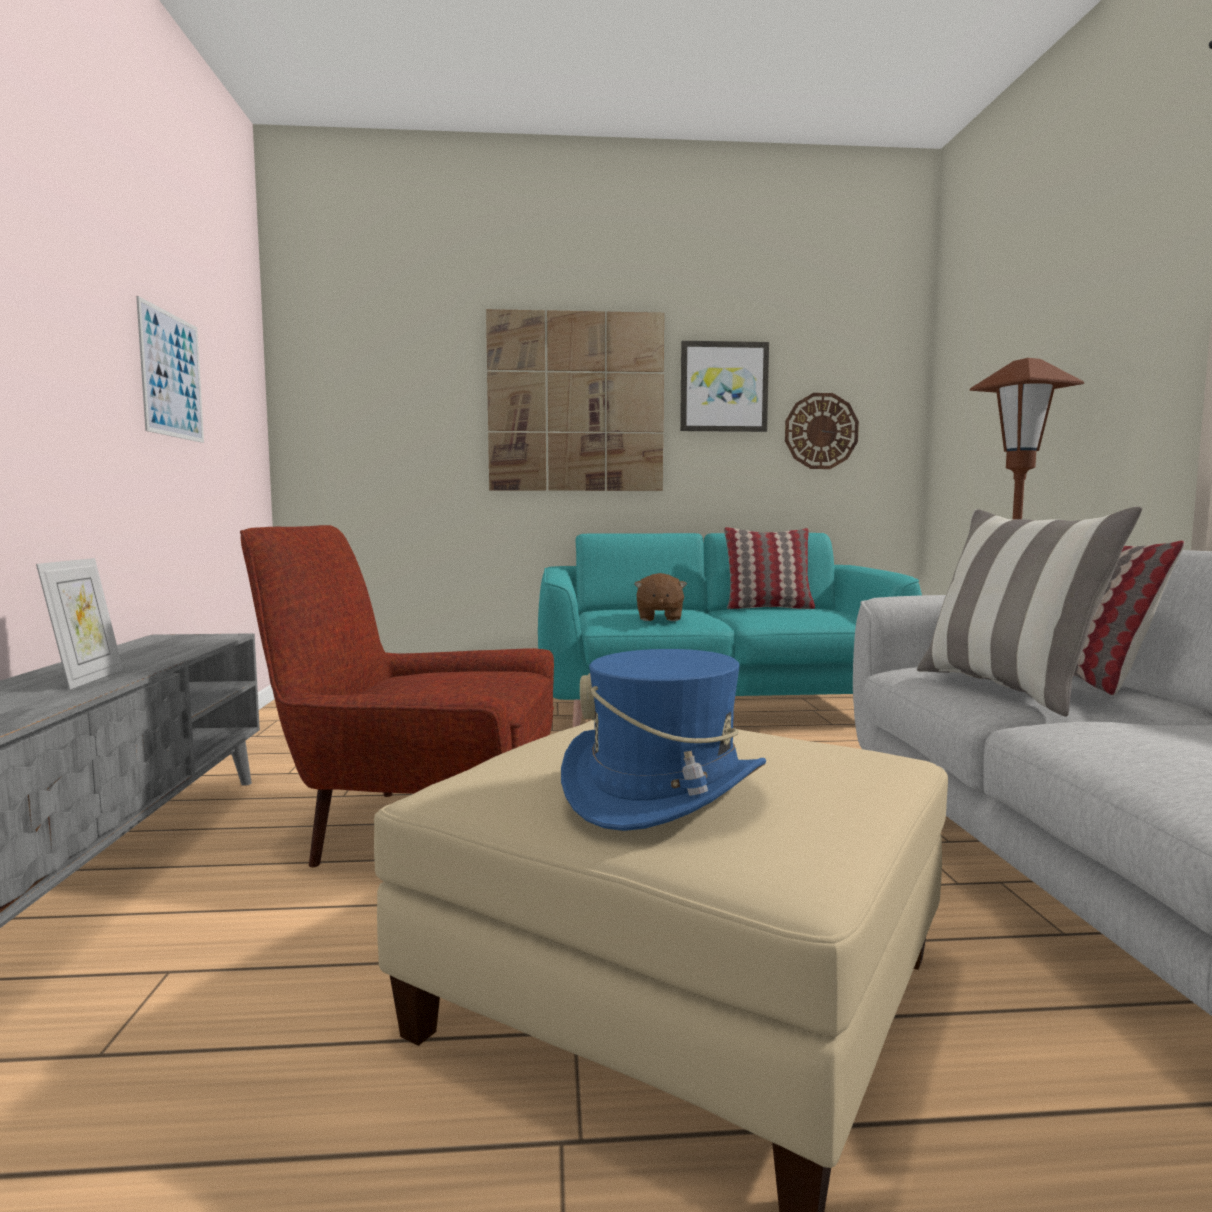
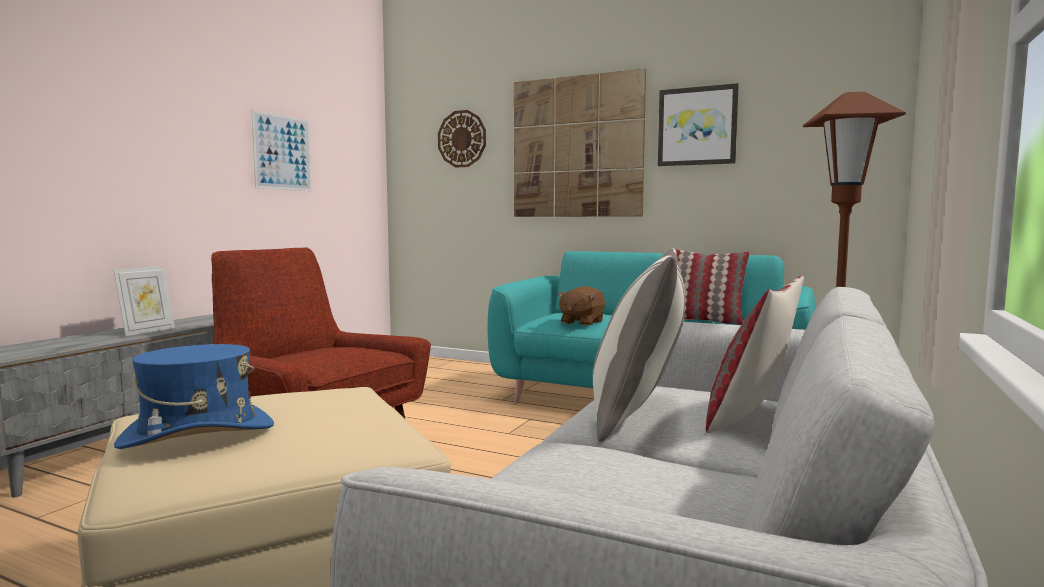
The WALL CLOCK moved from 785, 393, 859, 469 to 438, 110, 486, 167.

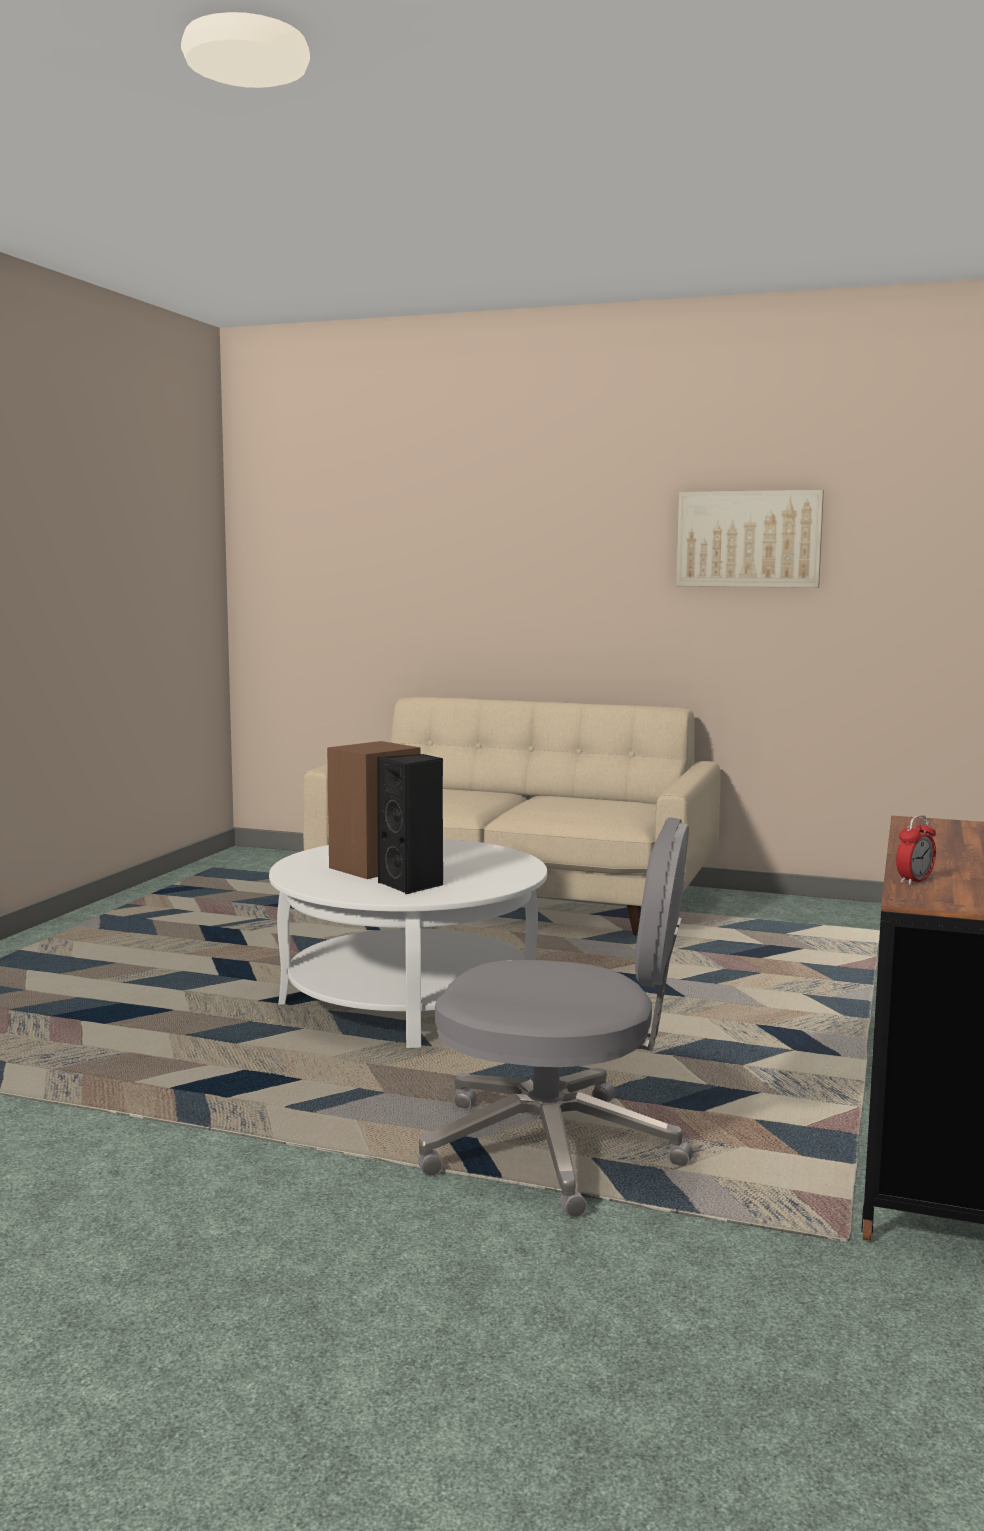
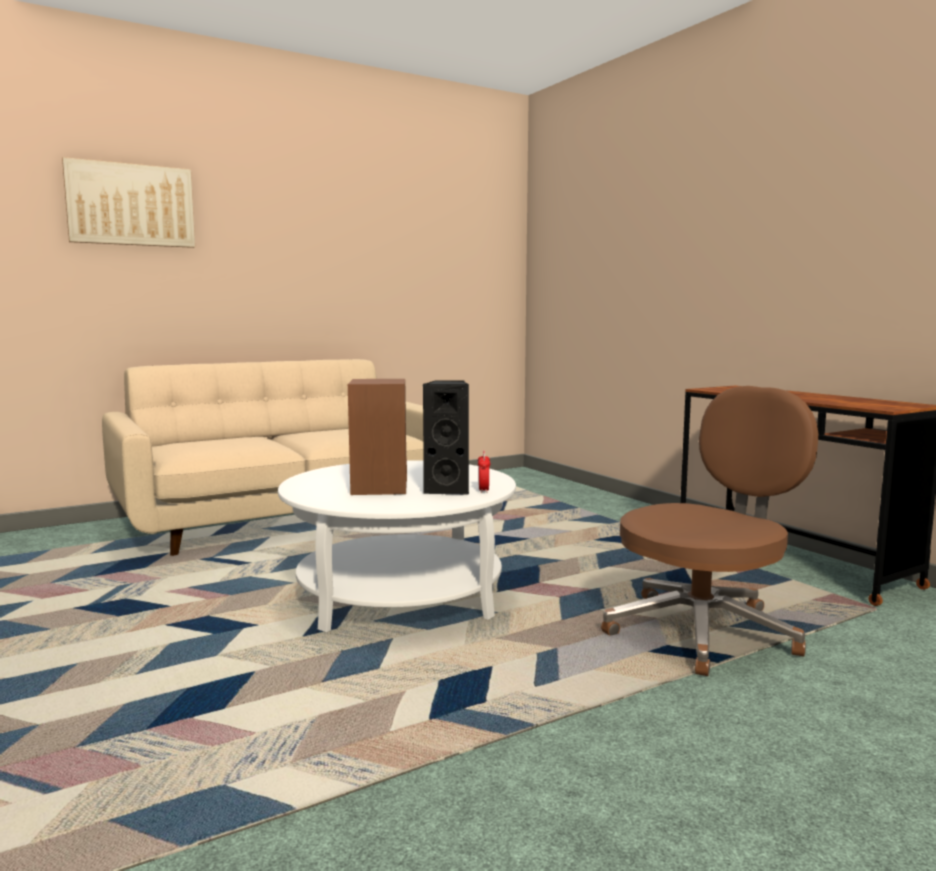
The GREY OFFICE CHAIR at 418, 817, 693, 1218 became the BROWN OFFICE CHAIR at 601, 386, 818, 676.
The PICTURE moved from 676, 490, 824, 588 to 62, 157, 195, 248.
The ALARM CLOCK moved from 896, 815, 936, 885 to 478, 450, 491, 493.

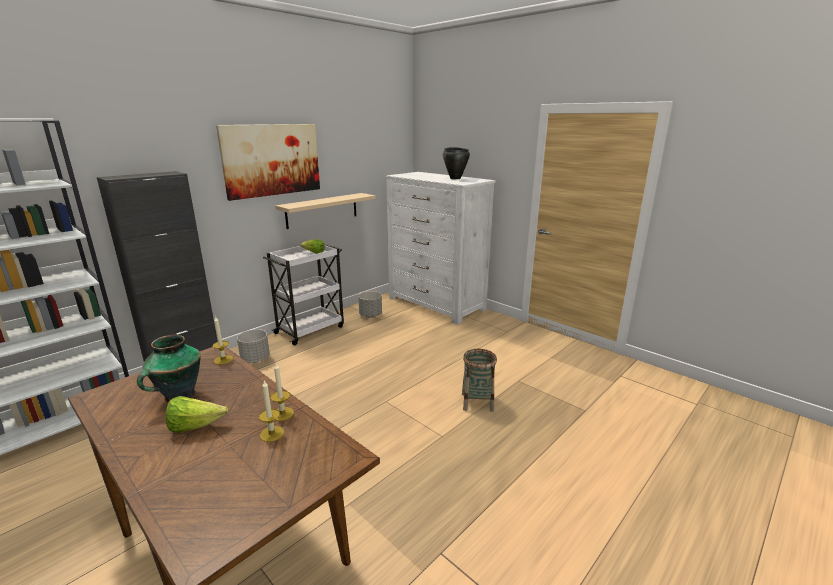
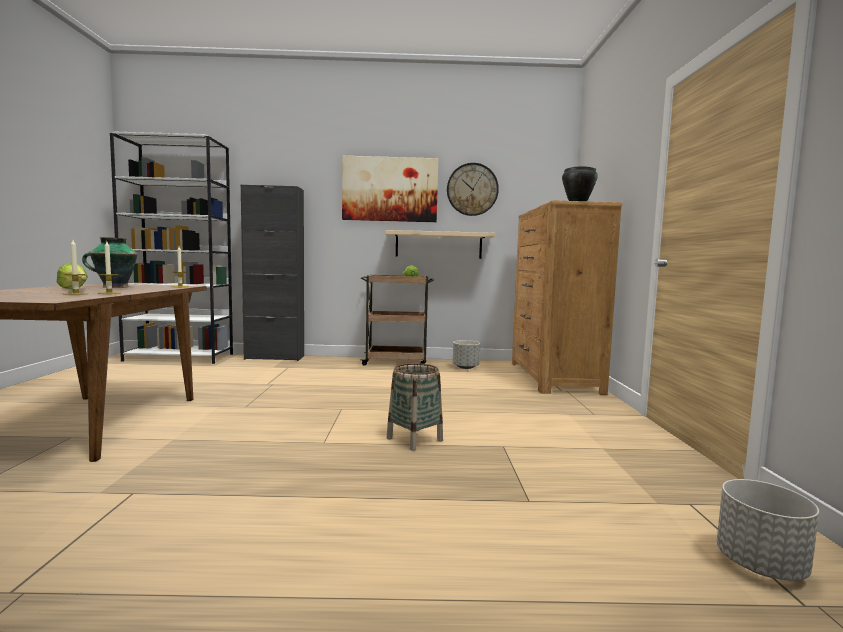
The GREY PLANTER moved from 237, 329, 270, 363 to 717, 479, 819, 581.
The WHITE CART at 263, 244, 344, 345 became the BROWN CART at 360, 275, 434, 366.
The WHITE DRESSER at 385, 172, 496, 325 became the BROWN DRESSER at 512, 200, 623, 395.
The WALL CLOCK at 447, 163, 499, 216 appeared.

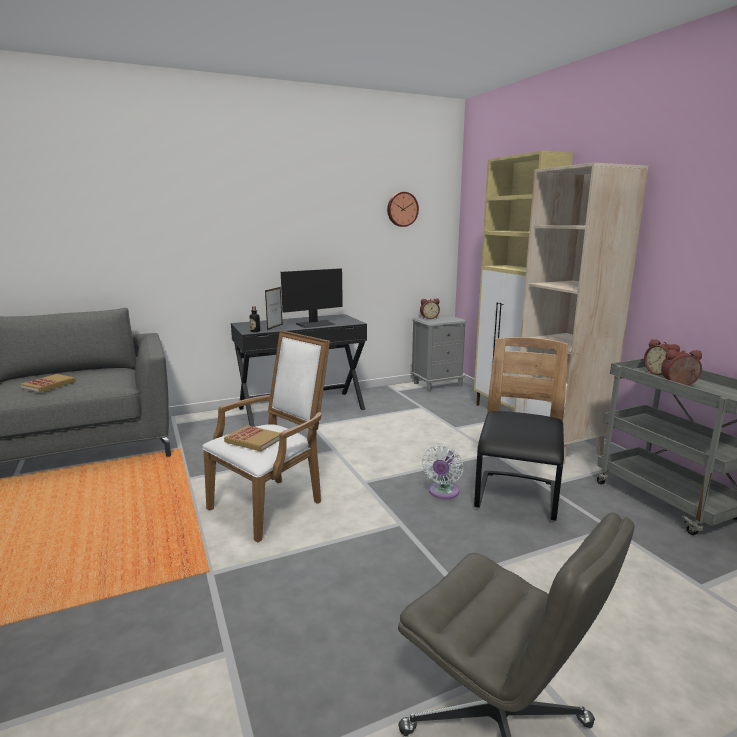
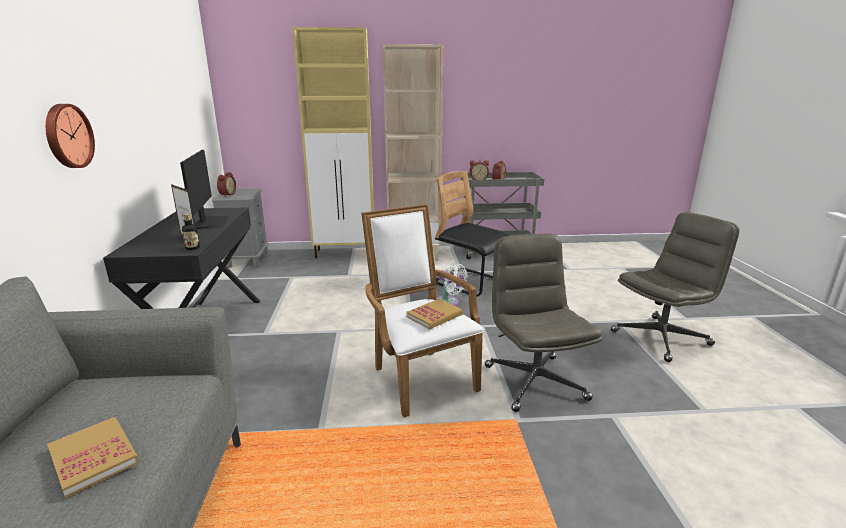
The WALL CLOCK moved from 387, 192, 419, 227 to 45, 104, 95, 168.
The GREY OFFICE CHAIR at 485, 233, 602, 412 appeared.

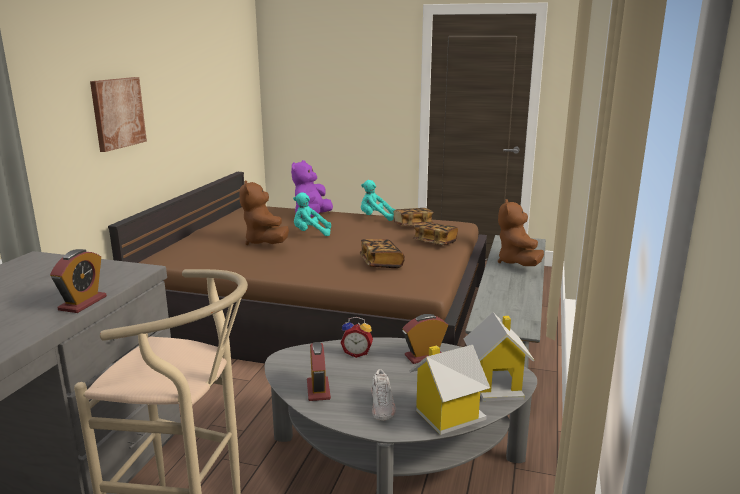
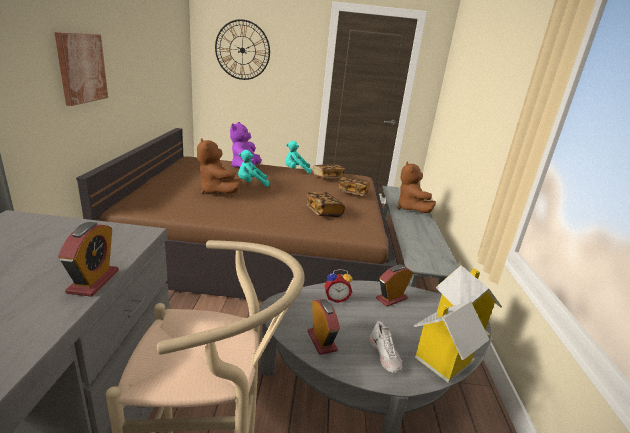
The WALL CLOCK at 215, 19, 270, 80 appeared.

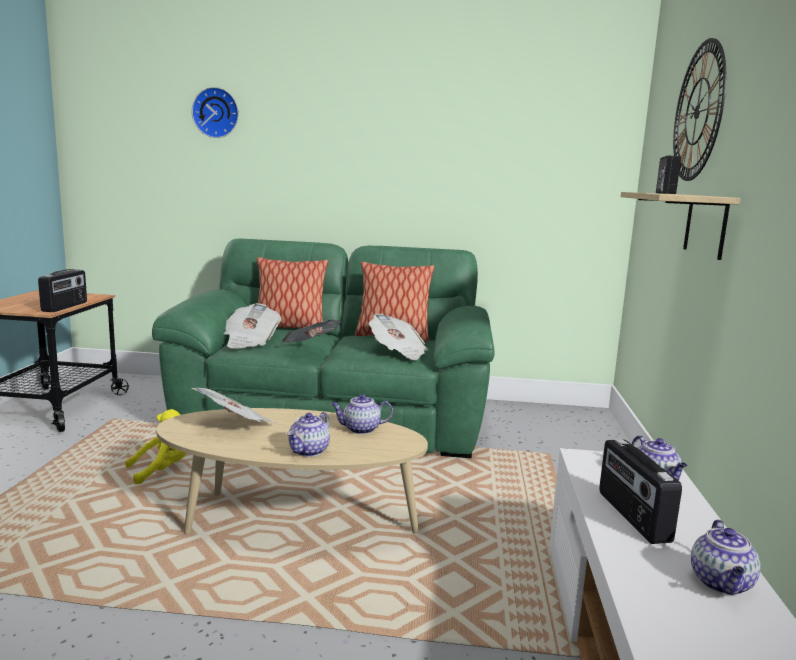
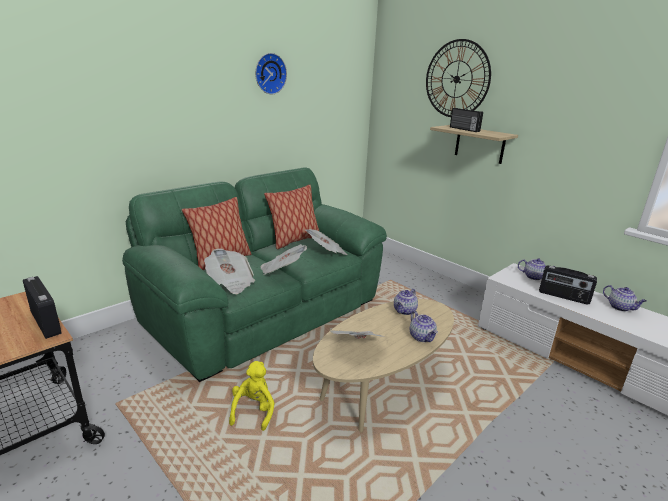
The WALL CLOCK moved from 192, 87, 239, 138 to 255, 53, 287, 94.

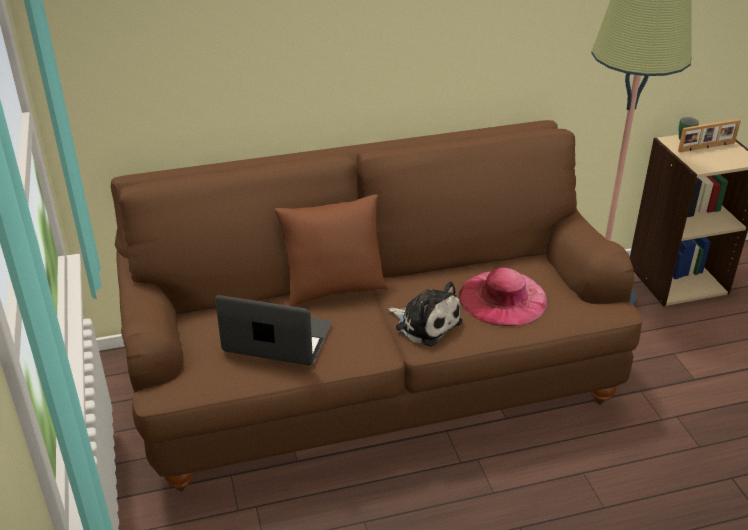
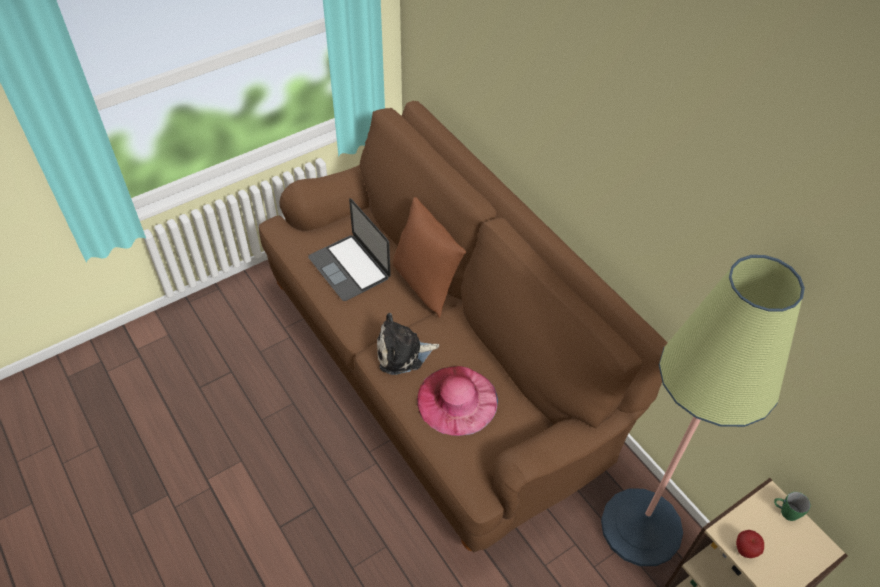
The LAPTOP at 215, 295, 331, 365 turned 150 degrees clockwise.
The PLUSH TOY at 388, 281, 462, 347 turned 60 degrees clockwise.
The PICTURE FRAME at 678, 119, 741, 152 disappeared.
The APPLE at 736, 530, 764, 558 appeared.

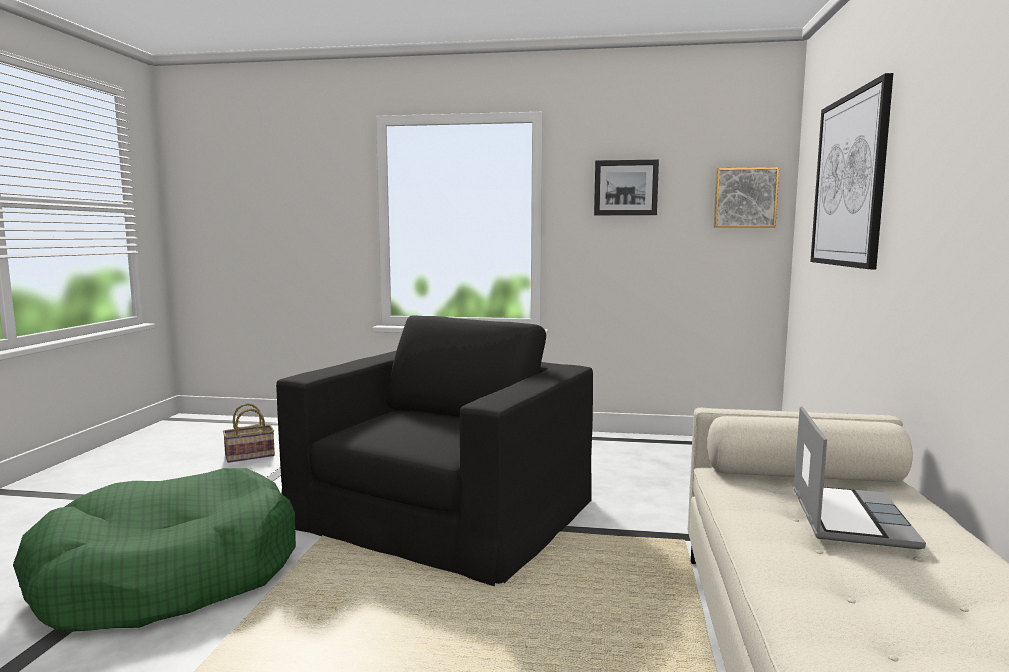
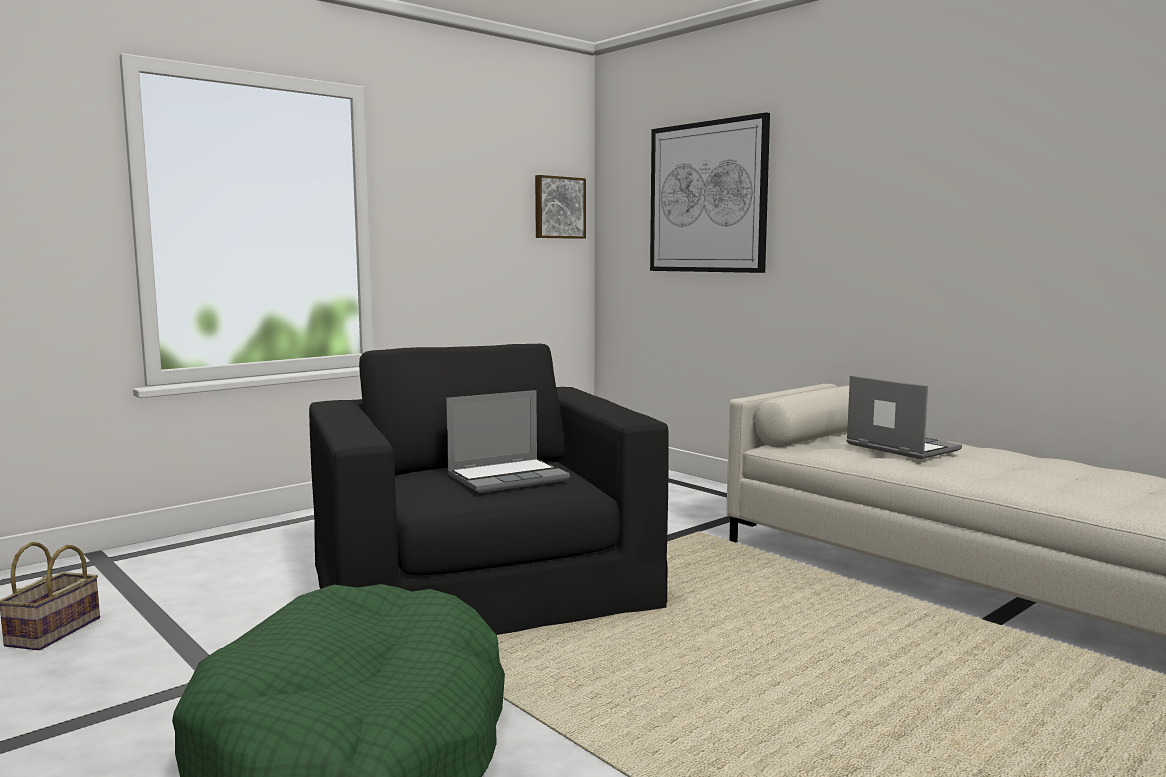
The PICTURE at 594, 160, 659, 215 disappeared.
The LAPTOP at 446, 390, 570, 493 appeared.

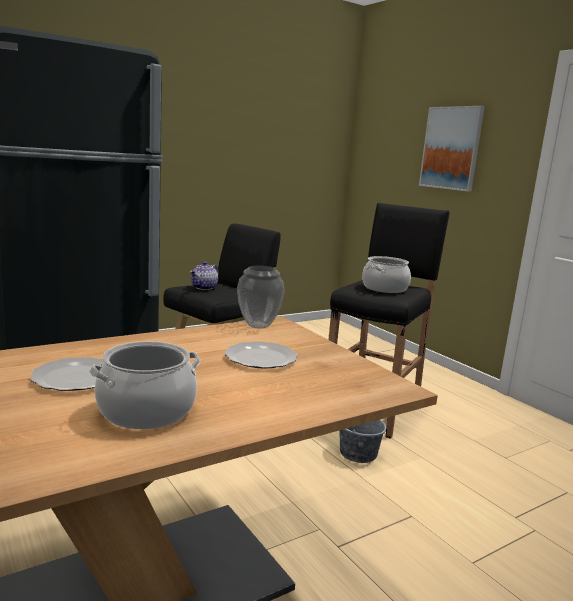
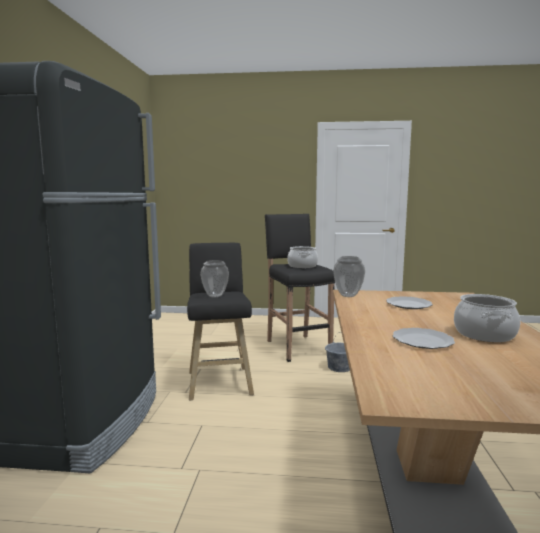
The TEAPOT at 190, 262, 219, 290 was replaced by the VASE at 200, 260, 229, 297.
The PICTURE at 419, 106, 485, 192 disappeared.

